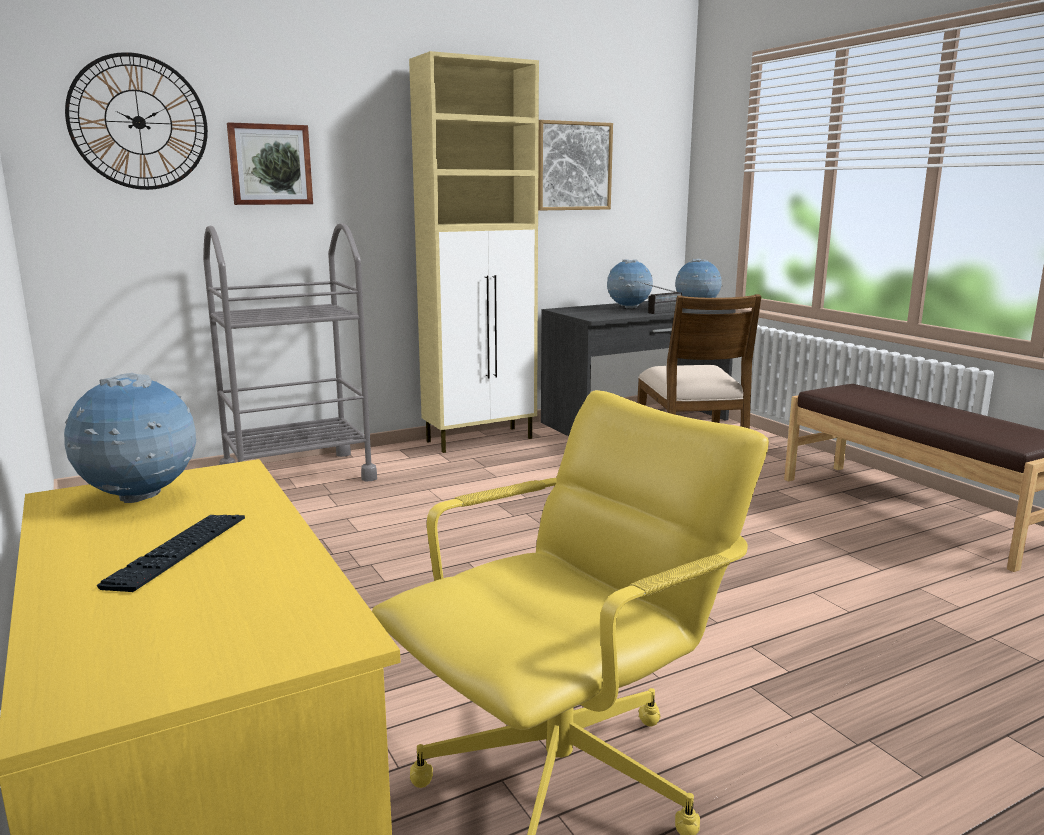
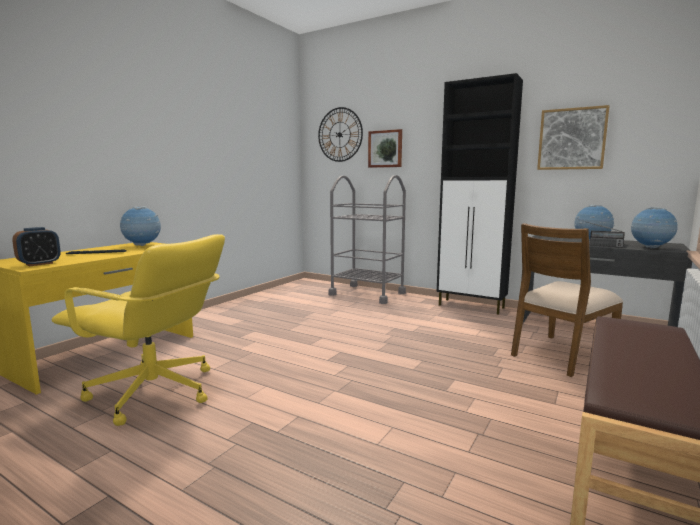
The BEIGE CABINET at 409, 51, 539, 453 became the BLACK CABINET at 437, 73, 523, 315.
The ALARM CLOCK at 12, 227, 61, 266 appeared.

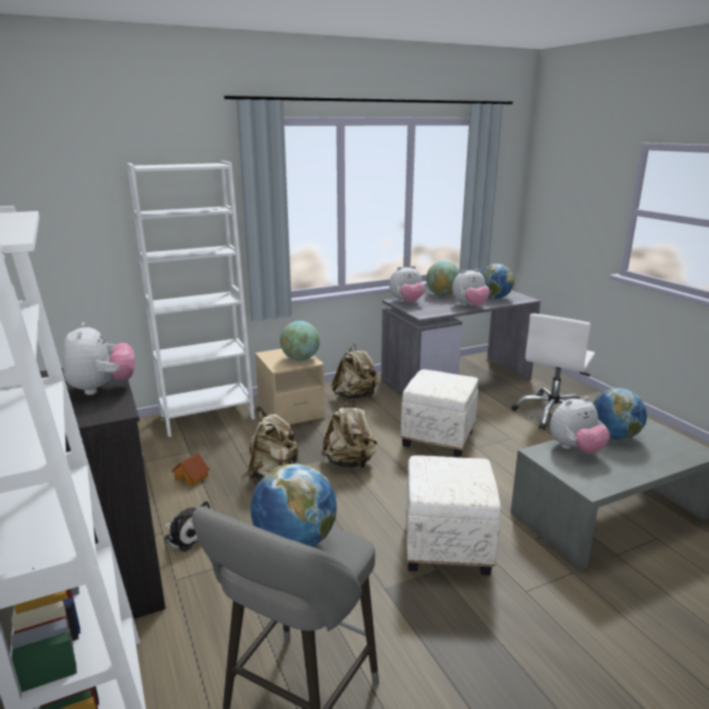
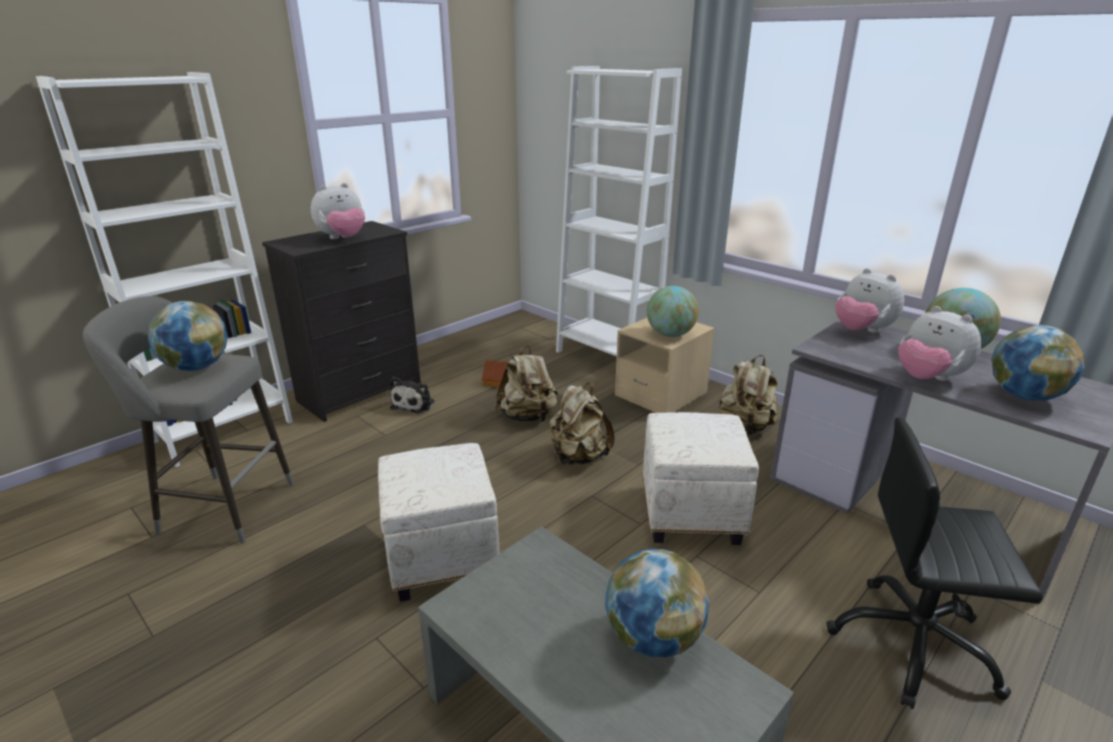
The WHITE OFFICE CHAIR at 512, 313, 595, 430 became the BLACK OFFICE CHAIR at 826, 417, 1043, 709.
The PLUSH TOY at 550, 396, 610, 454 disappeared.

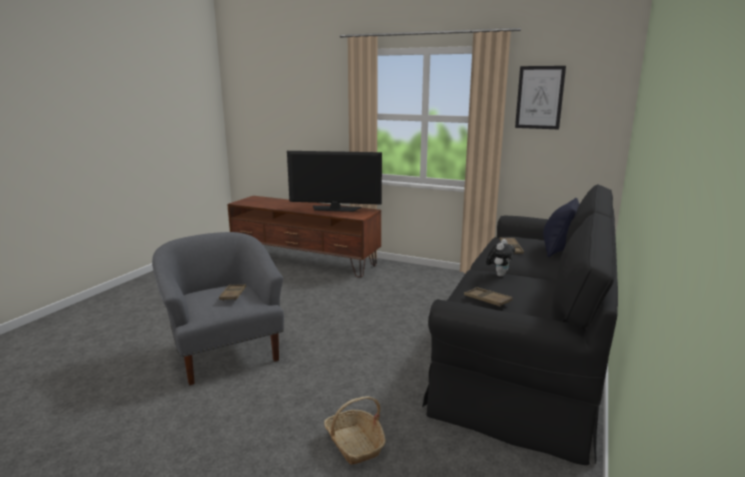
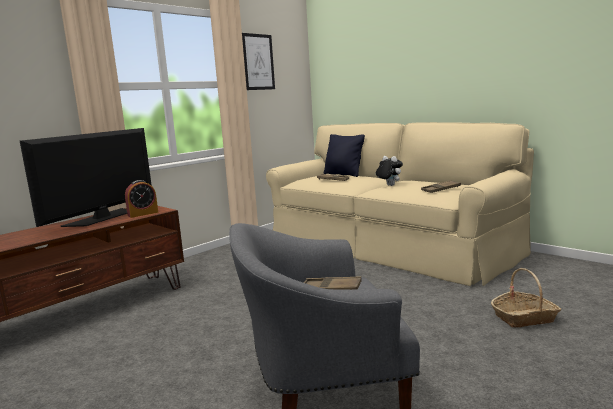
The BLACK SOFA at 422, 184, 618, 465 became the BEIGE SOFA at 266, 122, 534, 286.
The ALARM CLOCK at 125, 180, 158, 218 appeared.

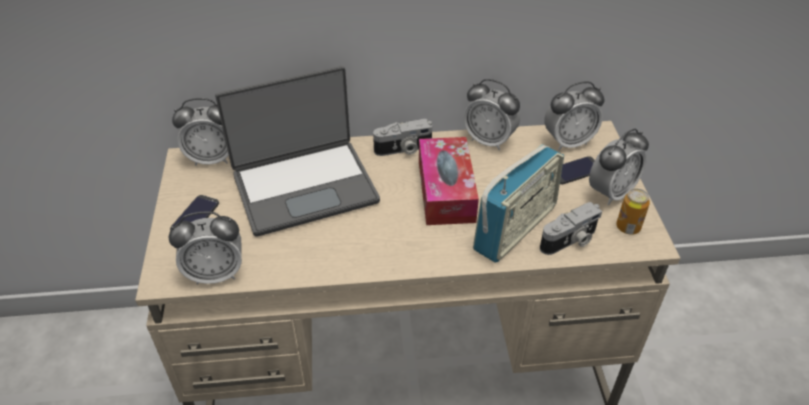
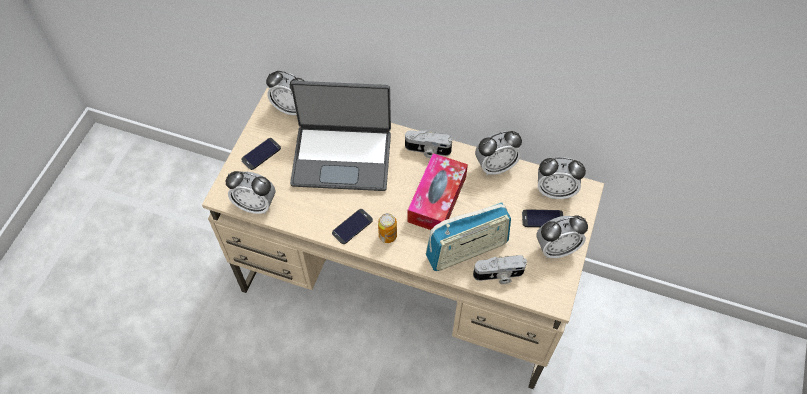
The ALARM CLOCK at 464, 79, 520, 150 turned 75 degrees counterclockwise.
The CAN moved from 616, 188, 650, 235 to 378, 213, 397, 243.
The PHONE at 332, 209, 373, 244 appeared.

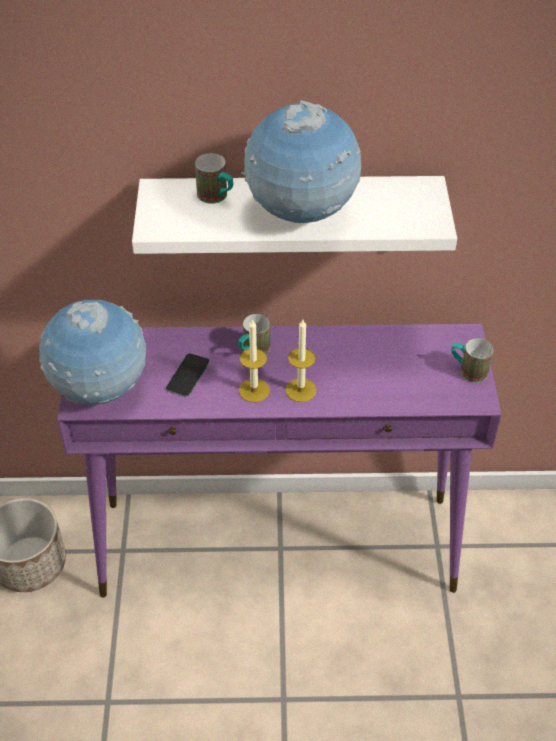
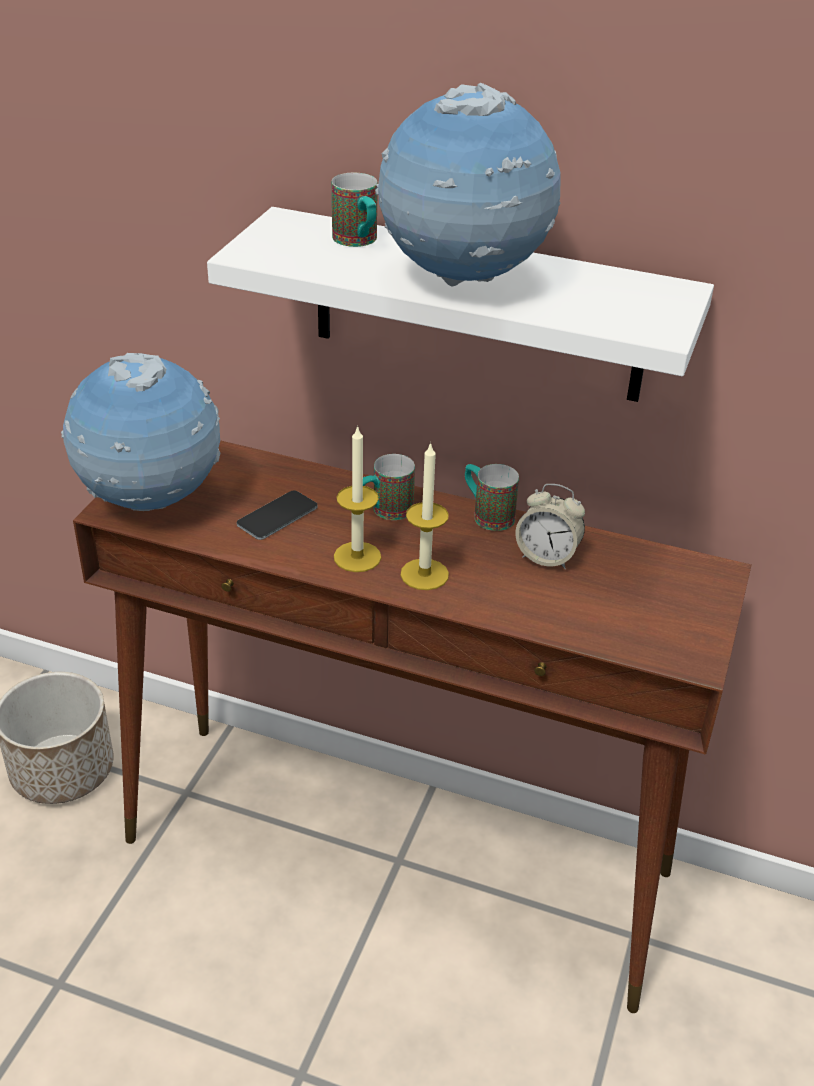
The PURPLE CONSOLE TABLE at 57, 324, 502, 598 became the BROWN CONSOLE TABLE at 73, 440, 751, 1013.
The MUG moved from 451, 338, 493, 383 to 465, 464, 519, 531.
The ALARM CLOCK at 515, 484, 585, 569 appeared.

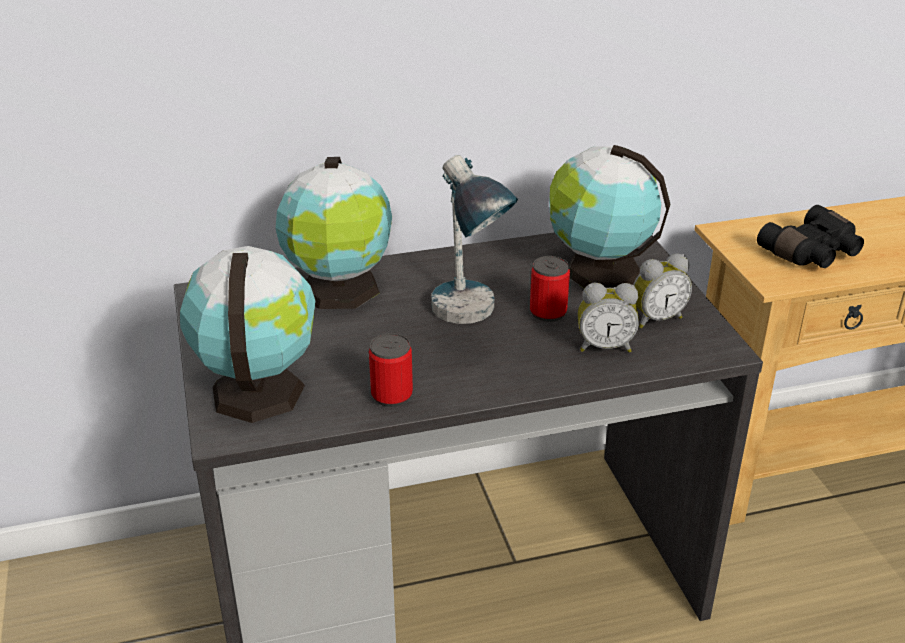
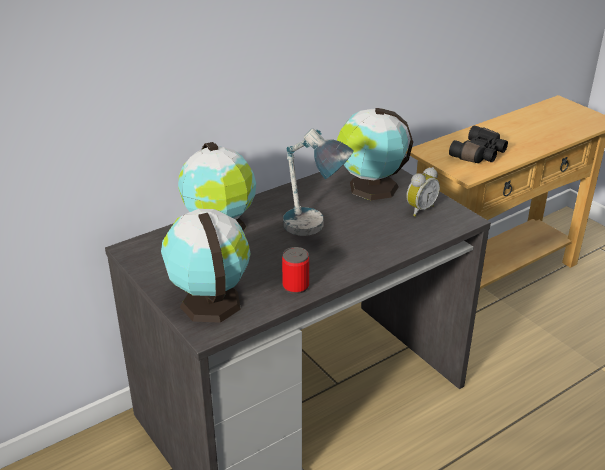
The CAN at 530, 256, 570, 322 disappeared.
The ALARM CLOCK at 578, 283, 639, 353 disappeared.

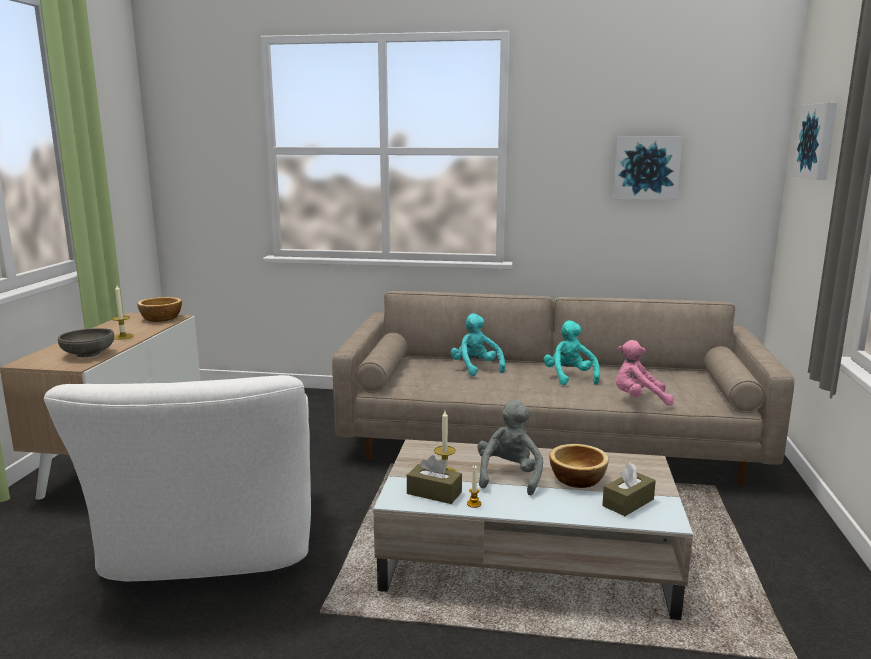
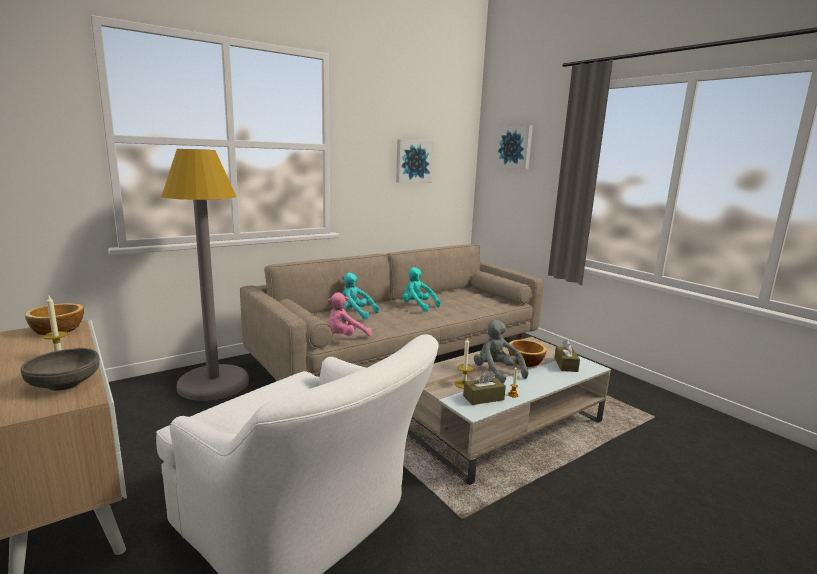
The PINK PLUSH TOY moved from 616, 340, 674, 406 to 327, 292, 372, 336.
The GREY FLOOR LAMP at 162, 149, 249, 401 appeared.

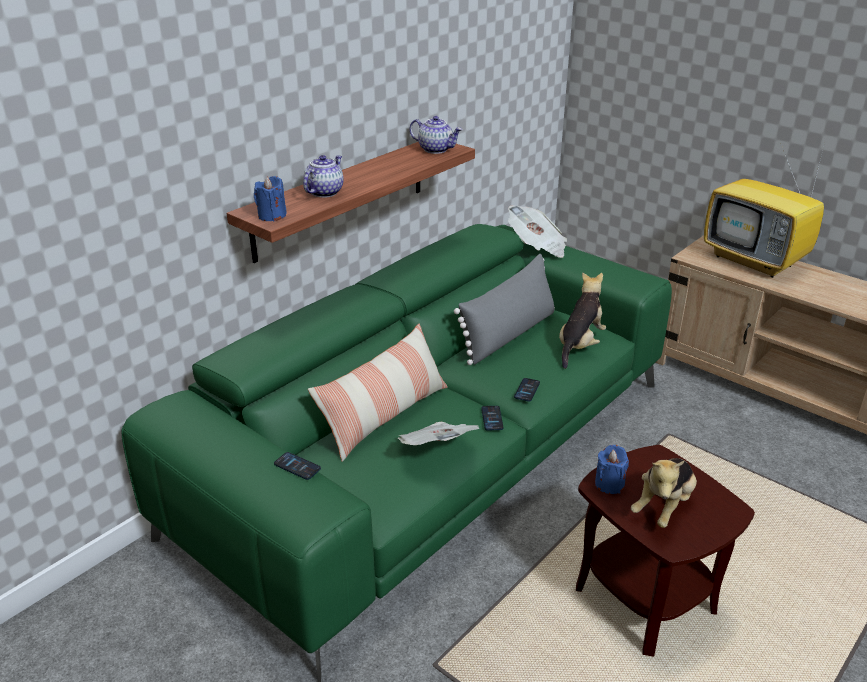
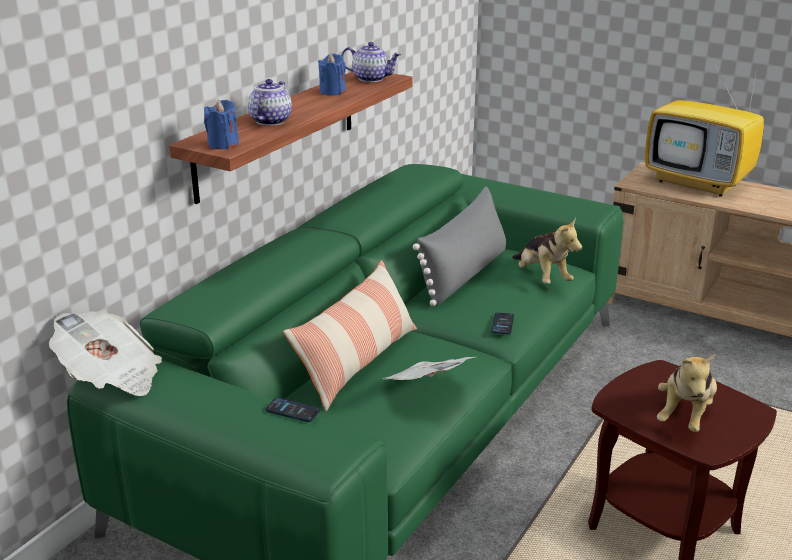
The PHONE at 481, 406, 504, 430 disappeared.
The NEWSPAPER moved from 508, 205, 567, 258 to 48, 311, 162, 396.
The PLUSH TOY at 559, 272, 606, 369 turned 135 degrees clockwise.
The BLUE CANDLE moved from 595, 445, 629, 494 to 318, 53, 346, 96.

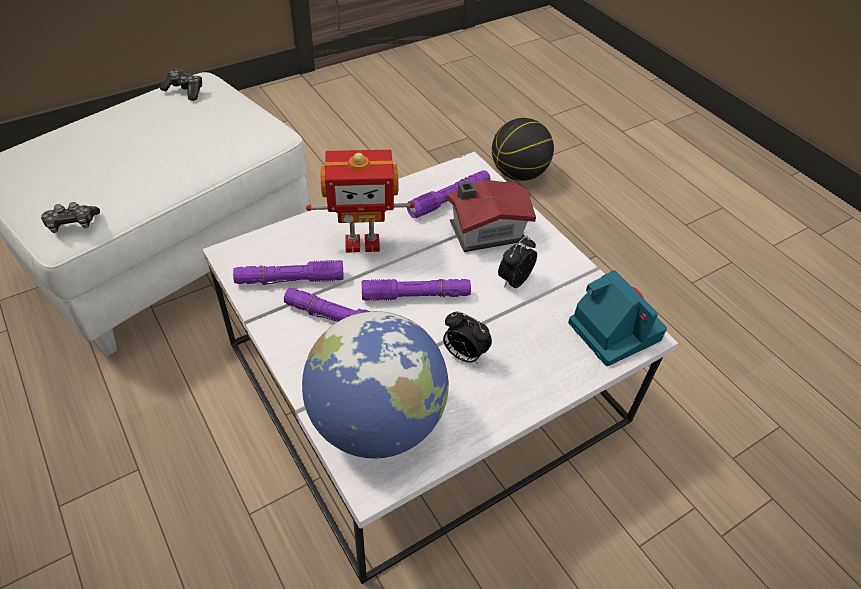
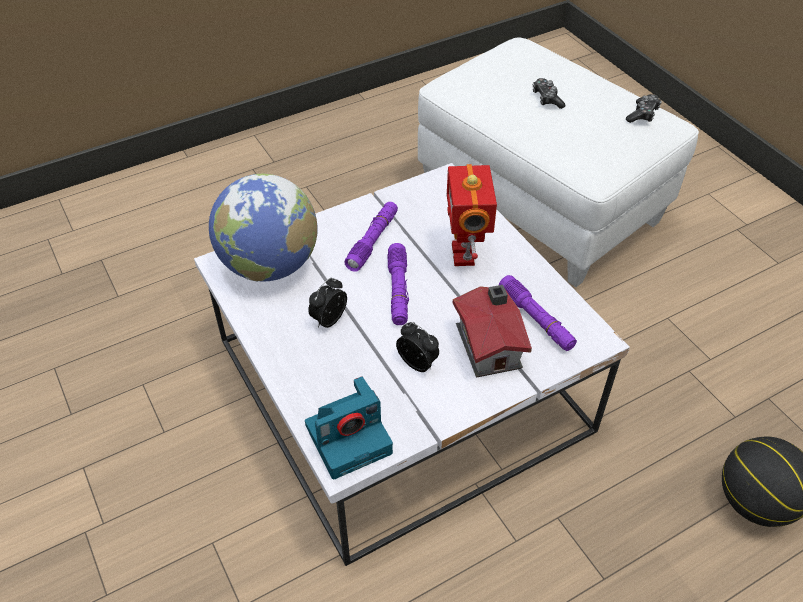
The GAME CONTROLLER moved from 41, 202, 100, 233 to 533, 78, 566, 109.
The PURPLE FLASHLIGHT at 233, 260, 344, 285 disappeared.

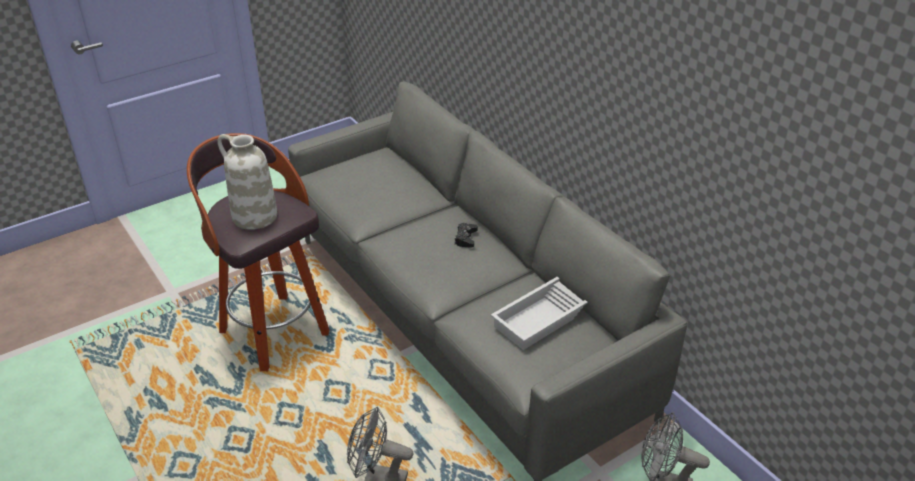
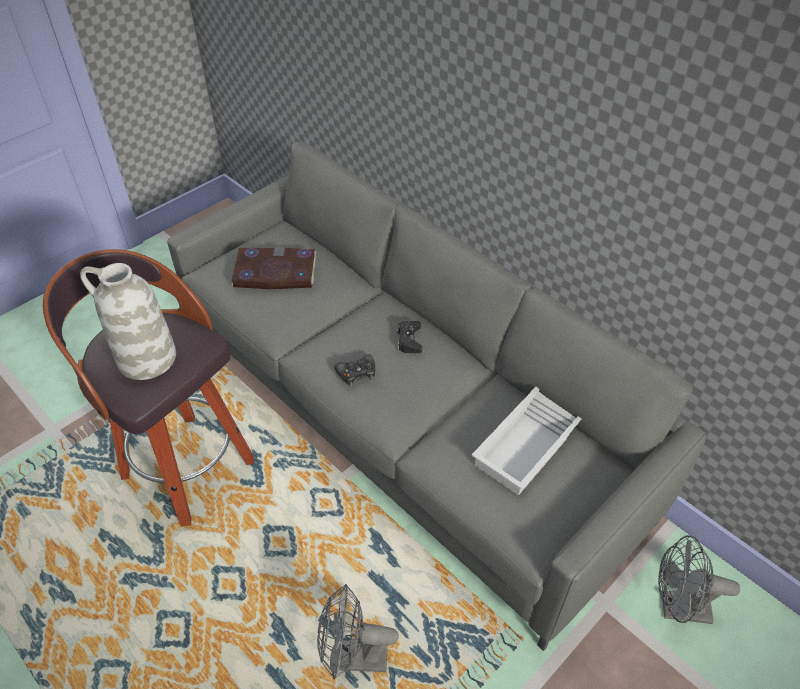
The BOOK at 231, 246, 316, 289 appeared.
The BLACK GAME CONTROLLER at 334, 354, 375, 386 appeared.

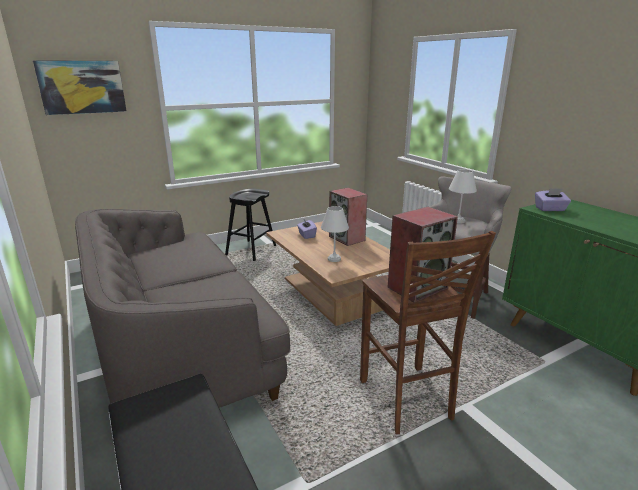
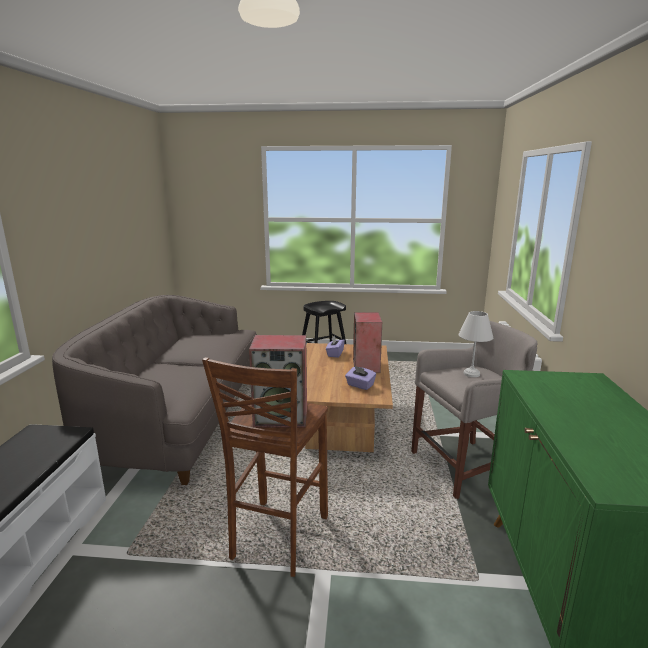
The PICTURE at 33, 60, 127, 115 disappeared.
The WHITE TABLE LAMP at 321, 206, 349, 262 disappeared.
The PURPLE TISSUE BOX moved from 535, 188, 571, 211 to 345, 366, 376, 390.

